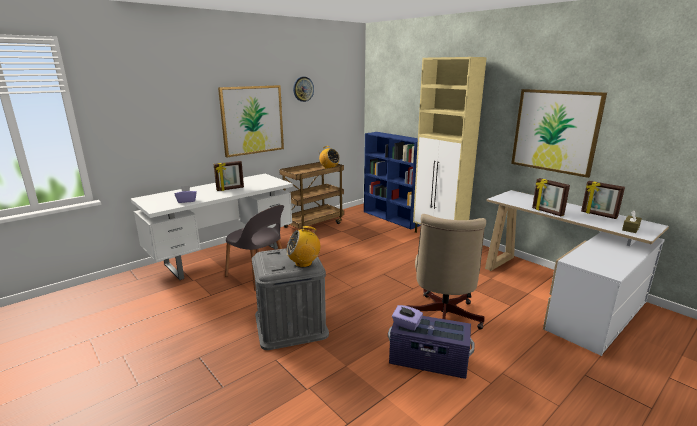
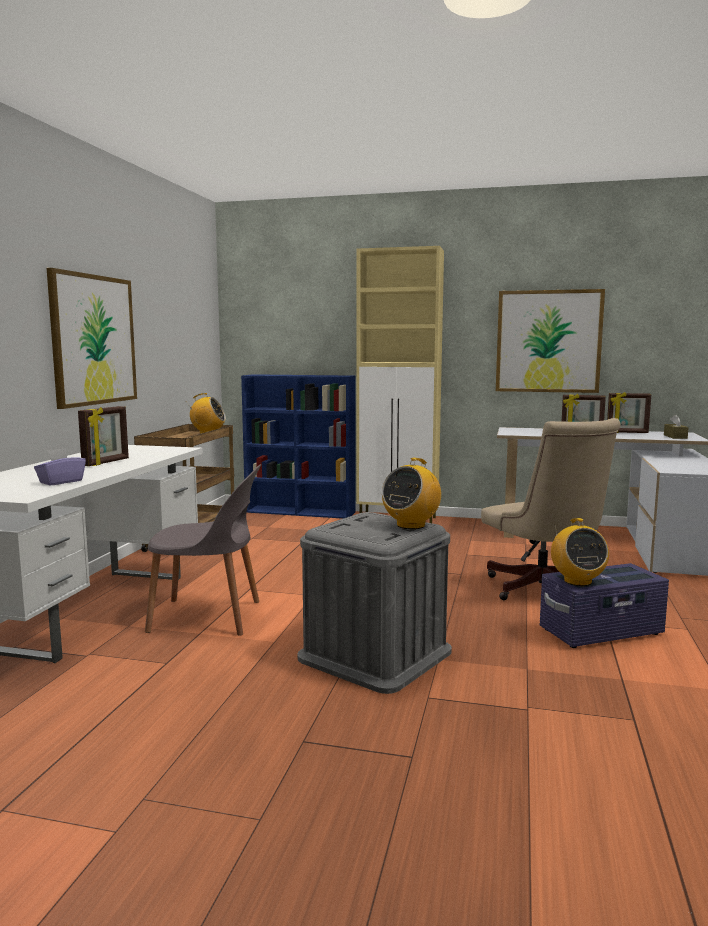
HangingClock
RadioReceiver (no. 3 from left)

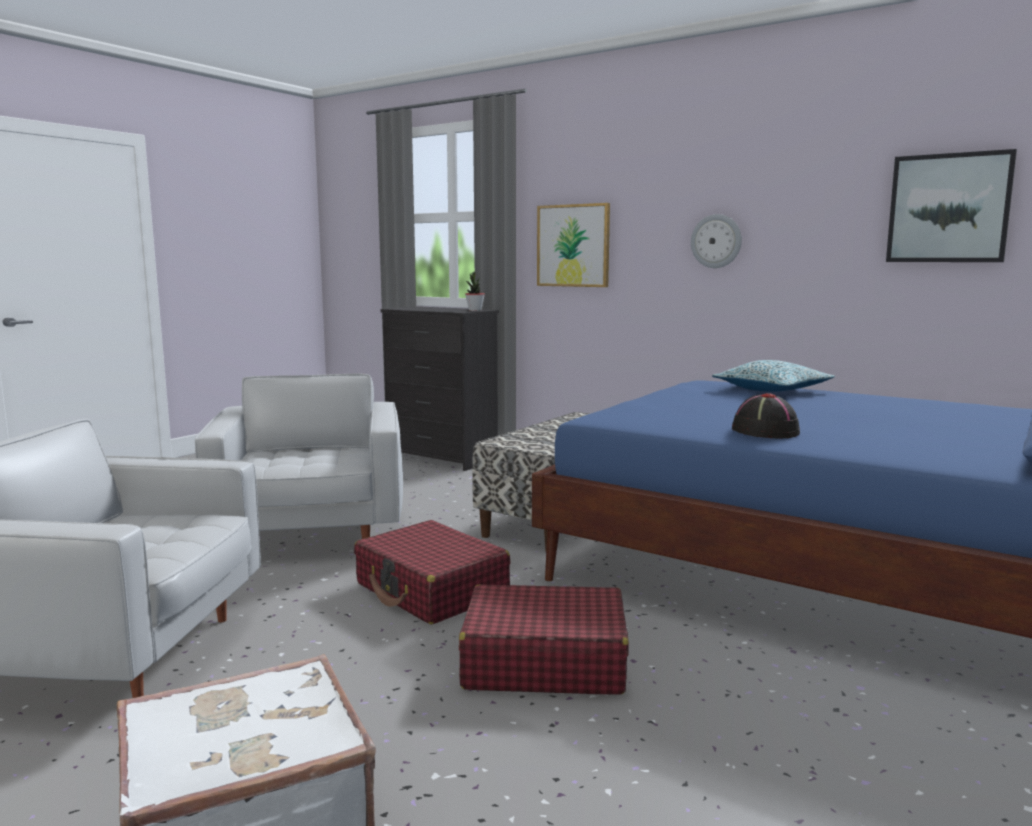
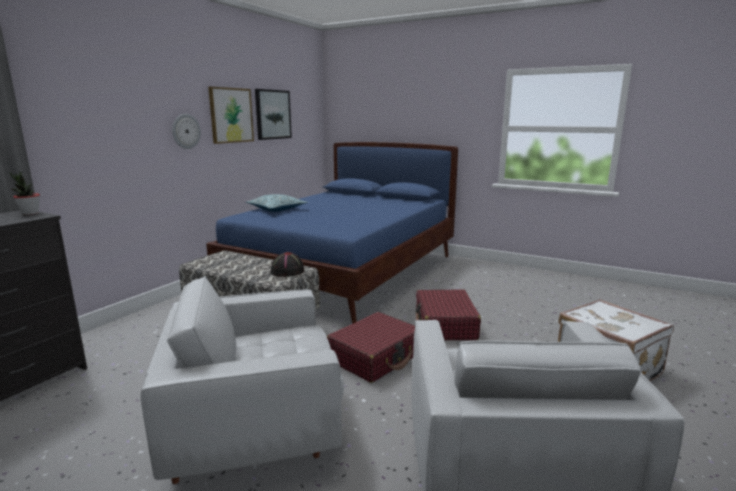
WallPicture (no. 1 from left)
BlackColouredClothingHat

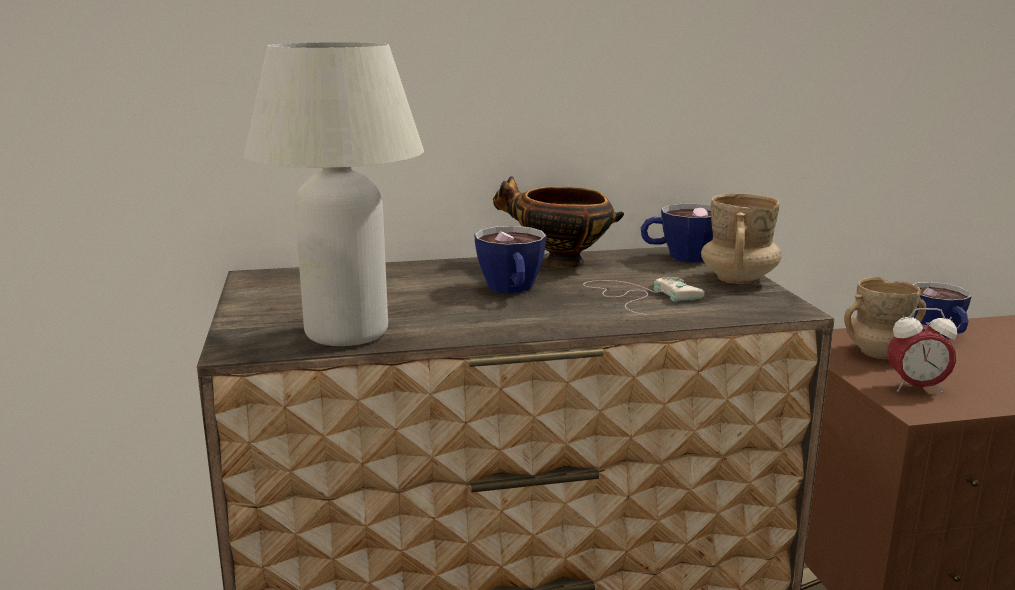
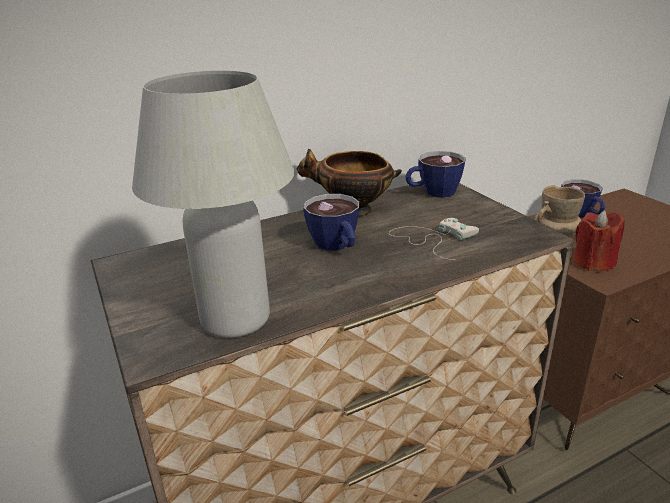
SandColouredMug (no. 1 from left in the first image)
RedColouredWaxLight

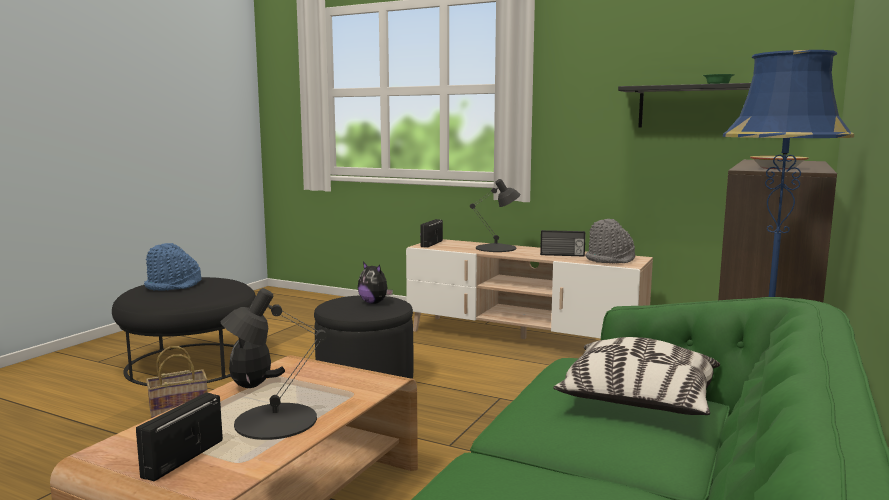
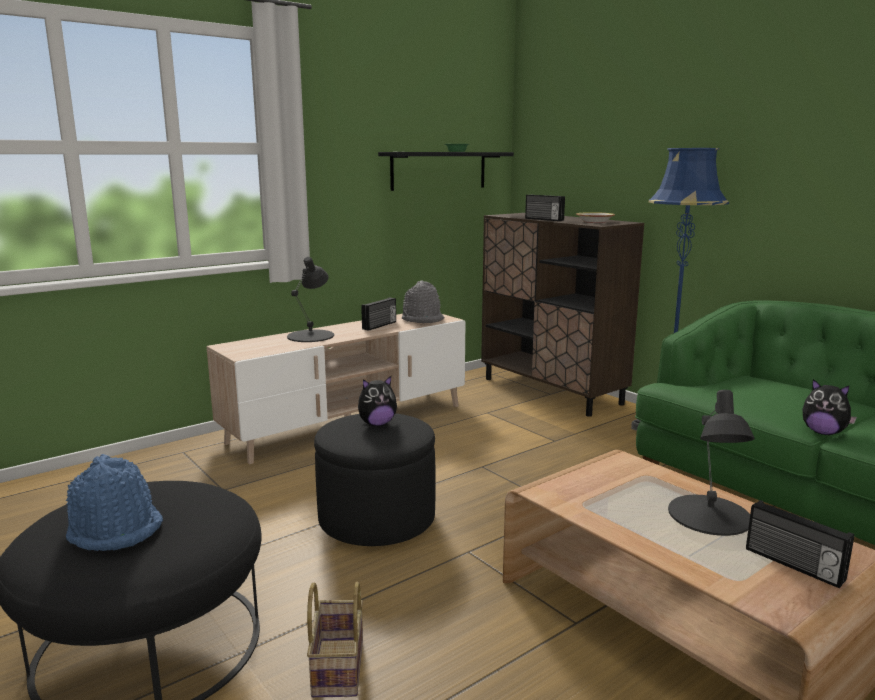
SoftToy (no. 2 from left)
RadioReceiver (no. 2 from left)
Cushion

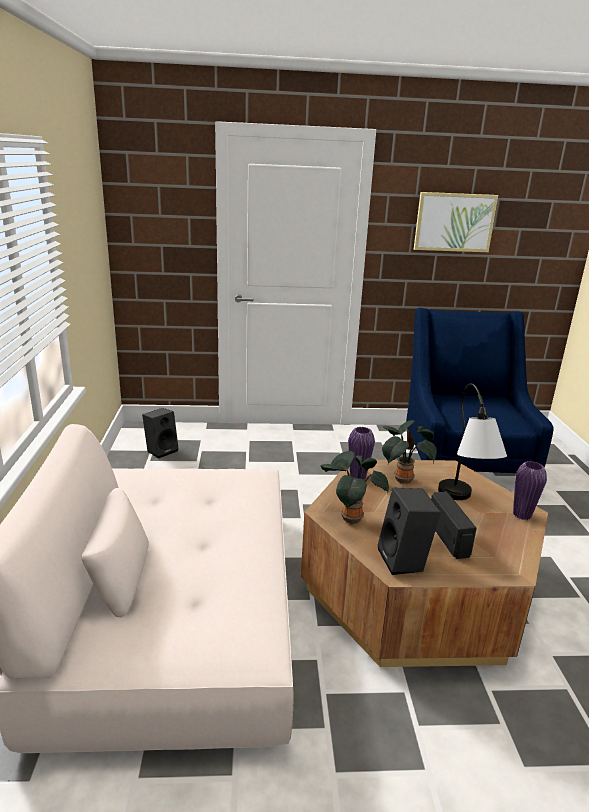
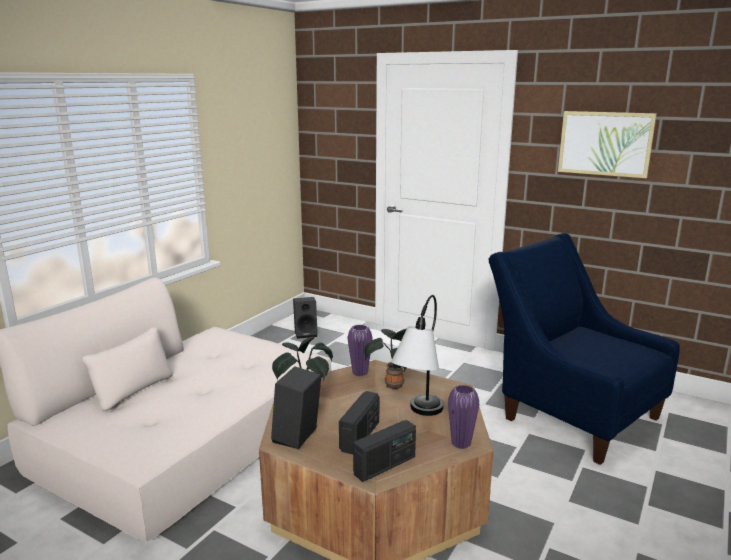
BlueLoungeChair
RadioReceiver (no. 2 from left)

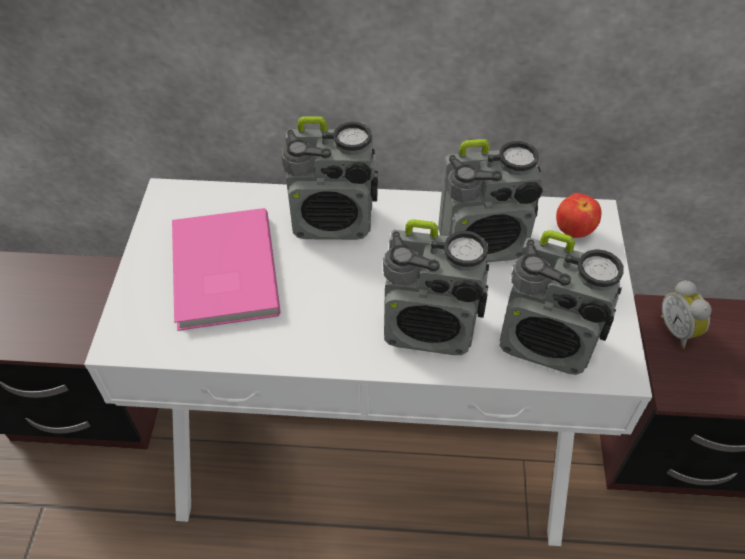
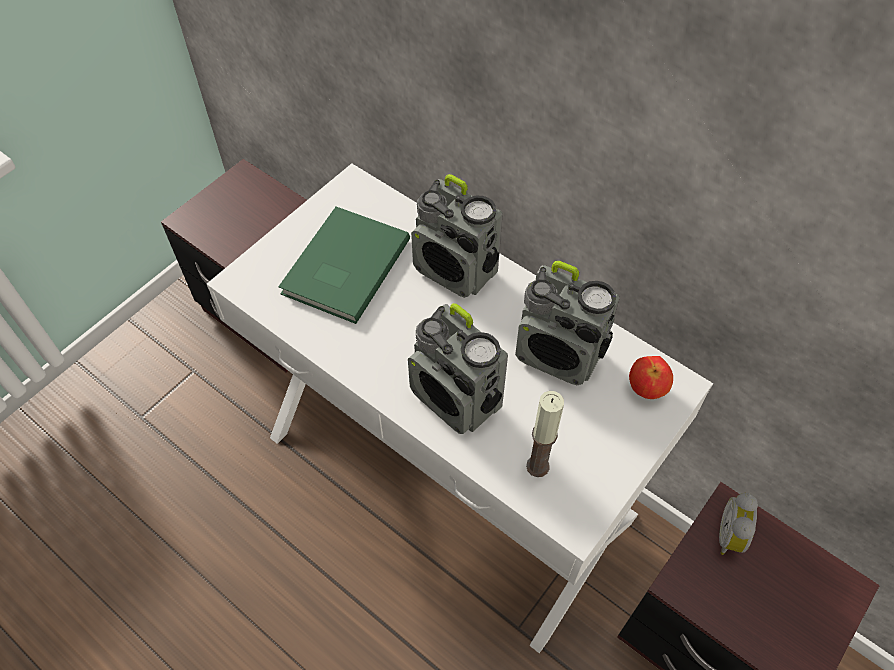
GreenVolume
WaxLight

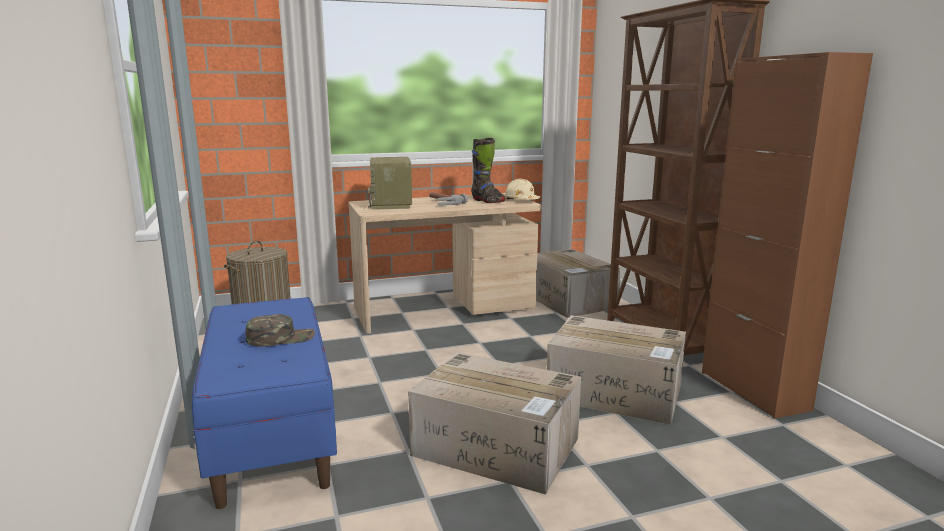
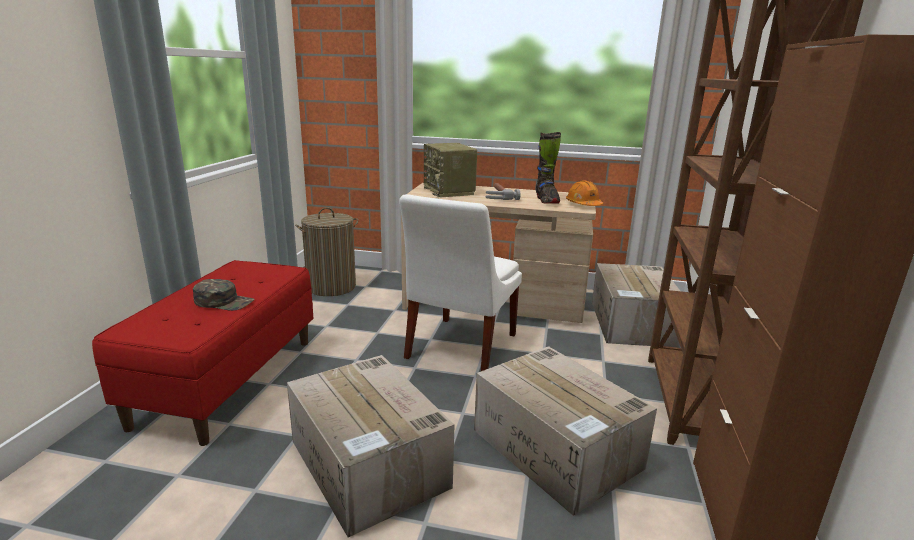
RedColouredBench
RadioReceiver
OrangeHardHat
WhiteColouredChair

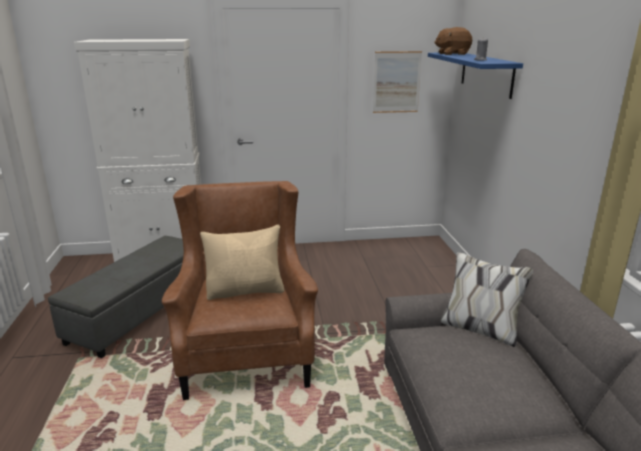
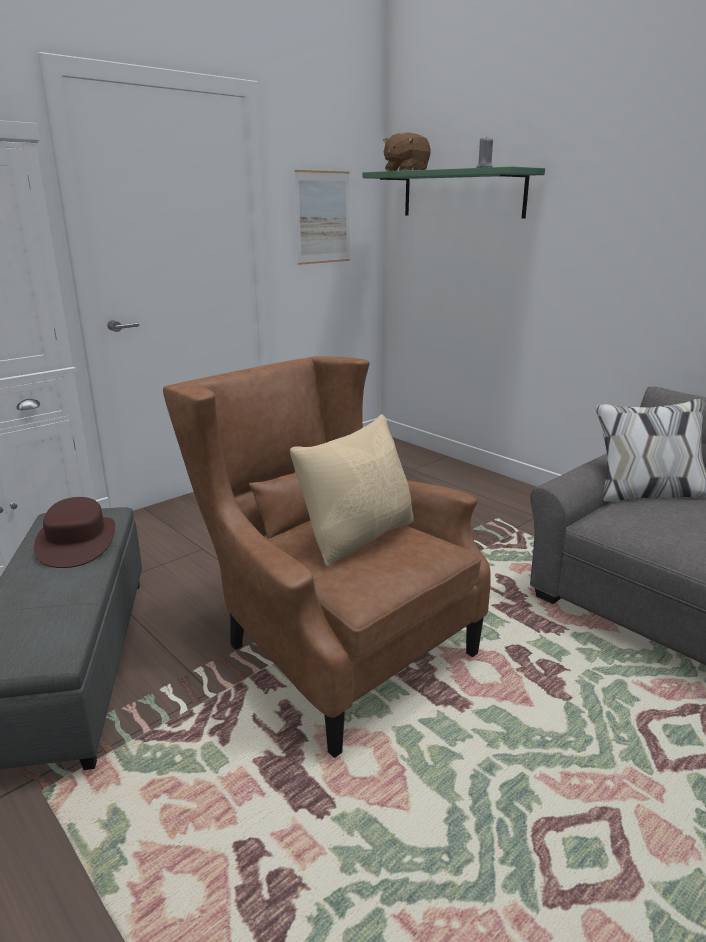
GreenWallShelf
BrownColouredClothingHat

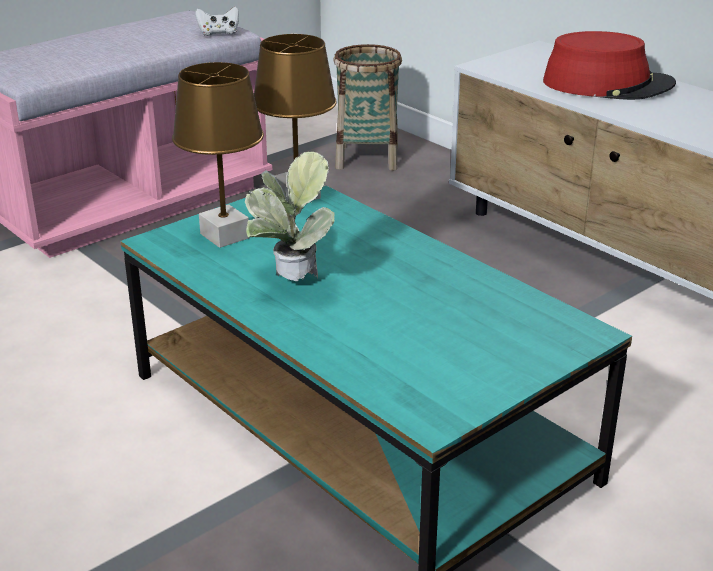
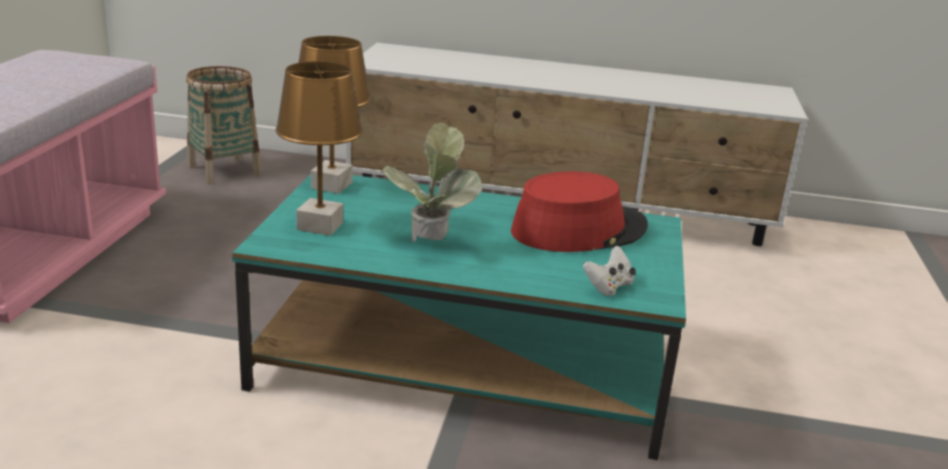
WhiteColouredGamepad
RedColouredClothingHat

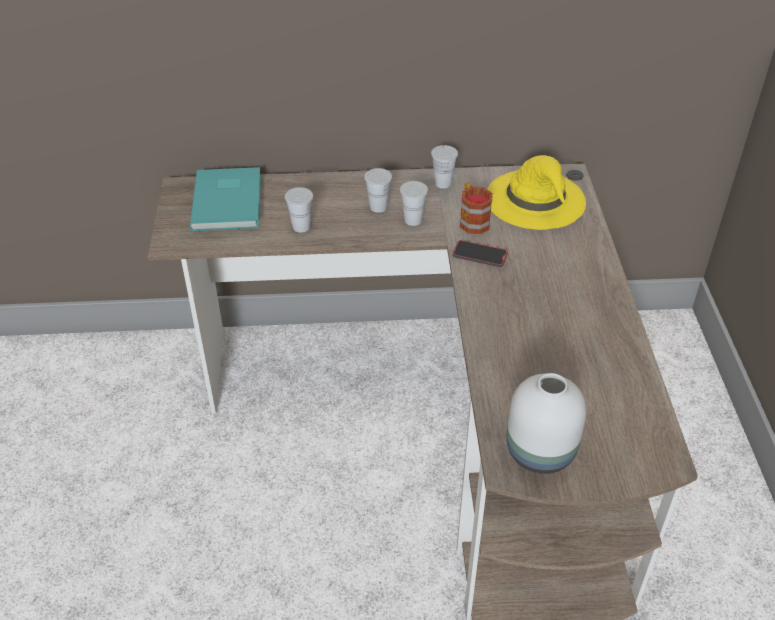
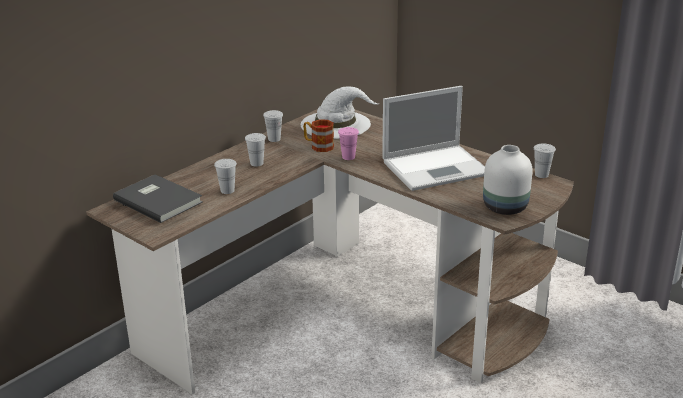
GreyishVolume
WhiteColouredSmallCup (no. 4 from left)
PinkSmallCup
WhiteColouredClothingHat
Laptop

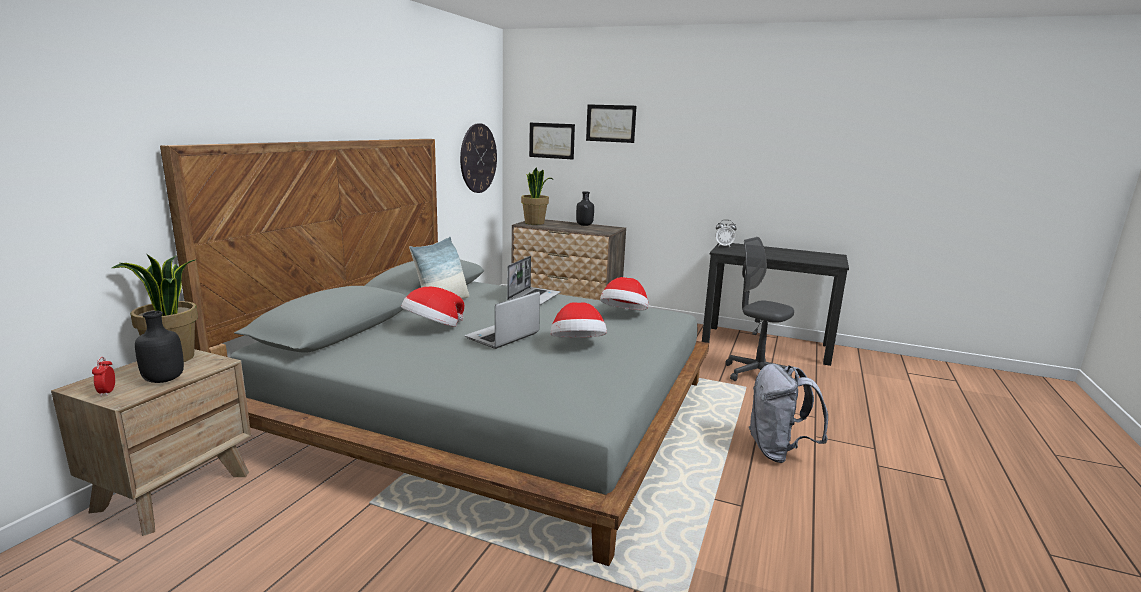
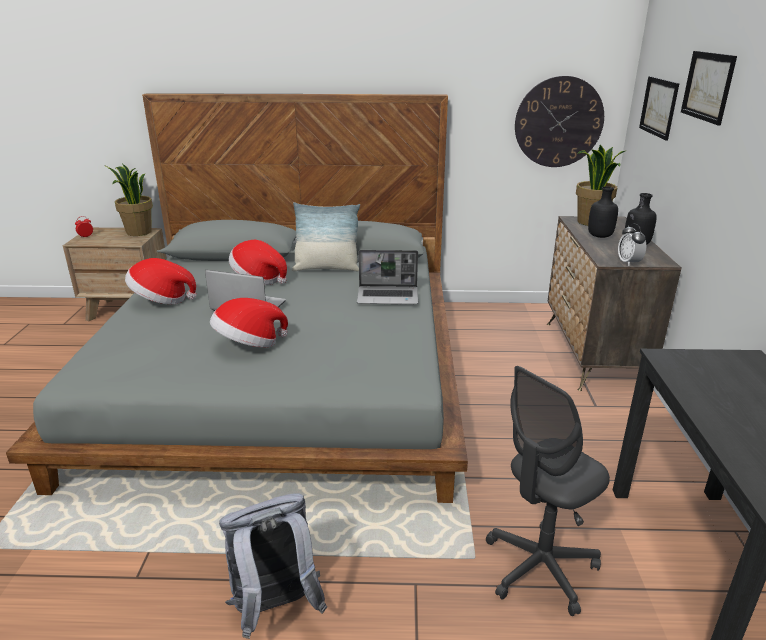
BlackColouredBottle (no. 1 from left)
ClothingHat (no. 1 from left)
BedsideClock (no. 2 from left)
GreyishDeskChair

